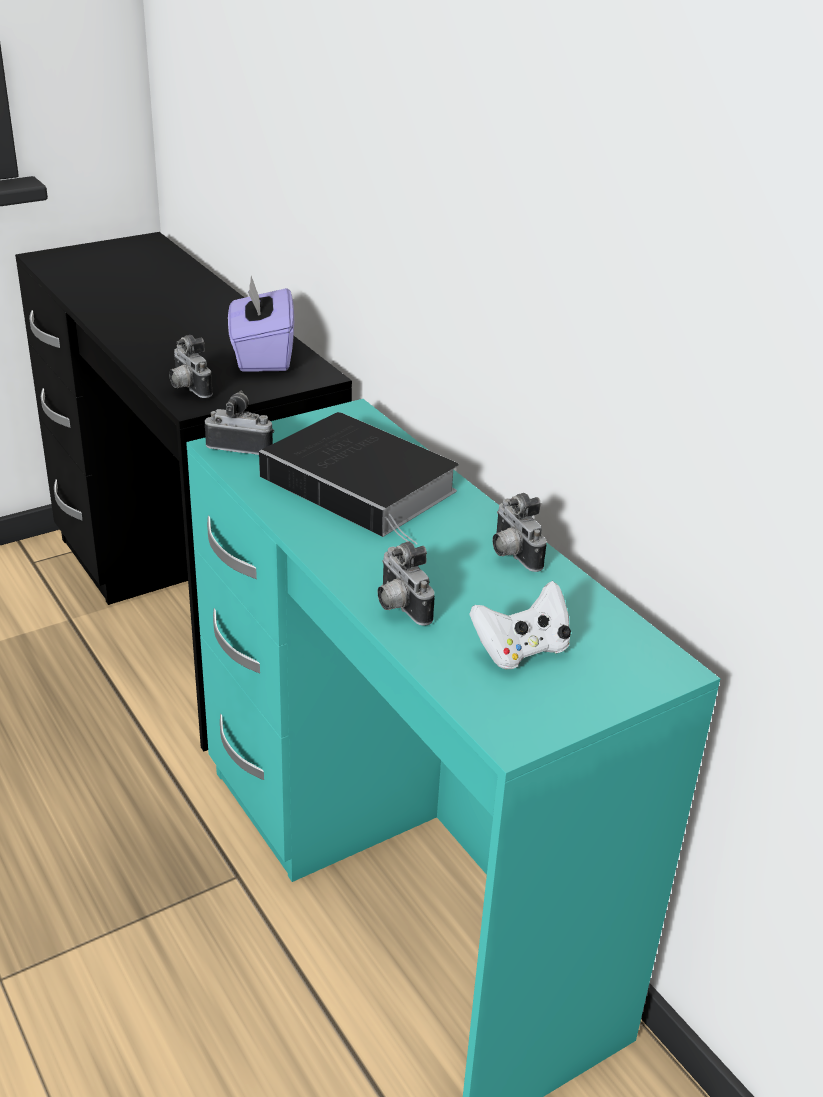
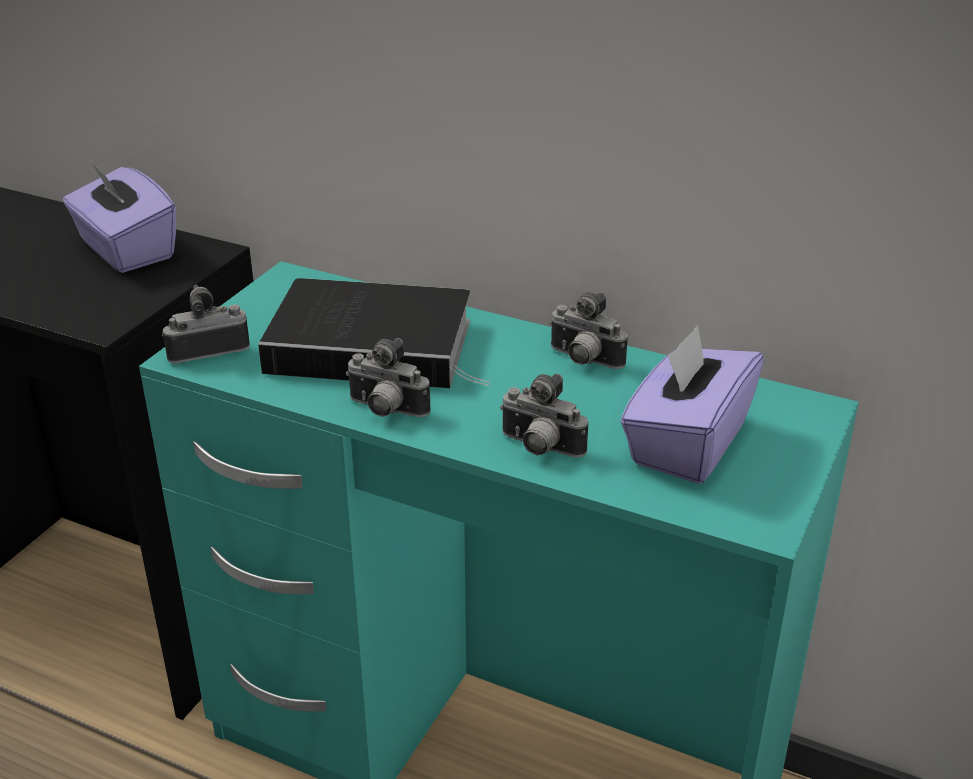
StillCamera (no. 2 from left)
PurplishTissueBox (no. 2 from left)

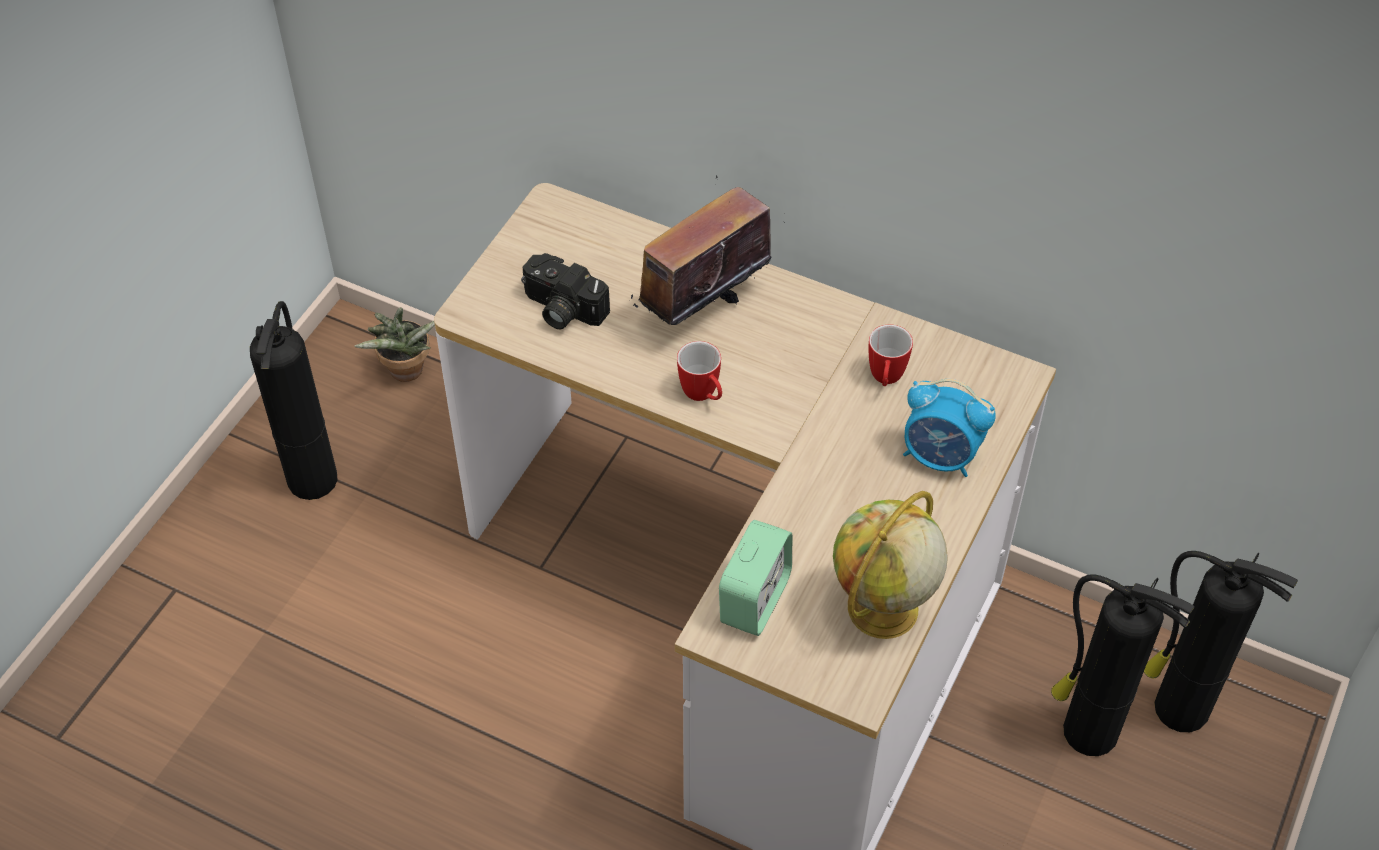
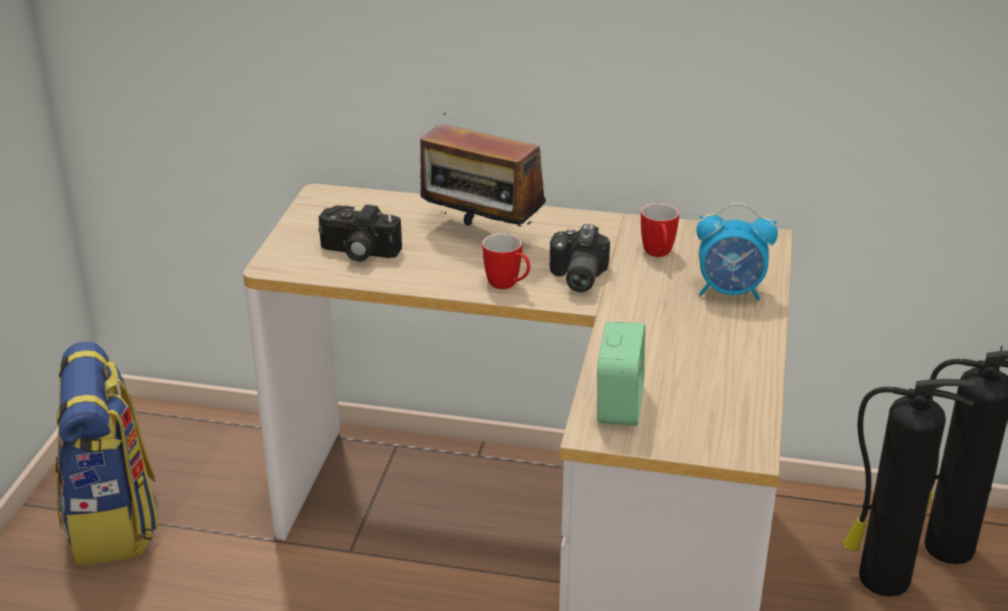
Backpack
Houseplant
RadioReceiver
DeskGlobe
StillCamera (no. 2 from left)

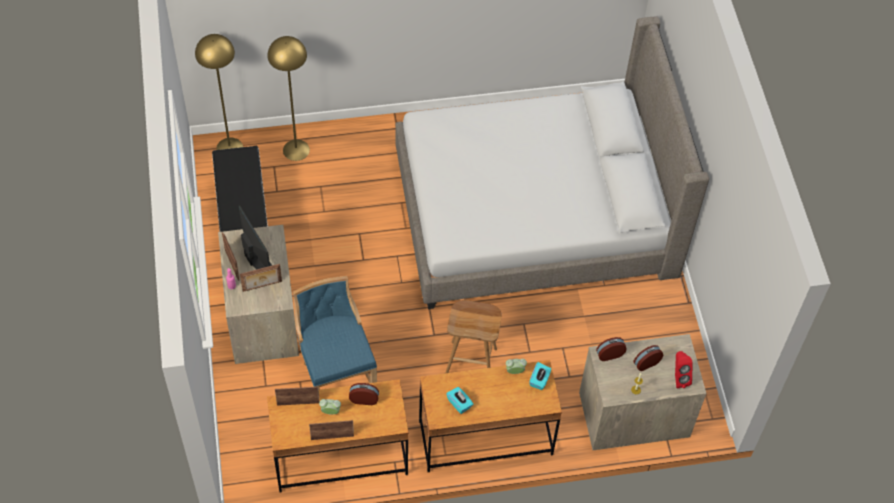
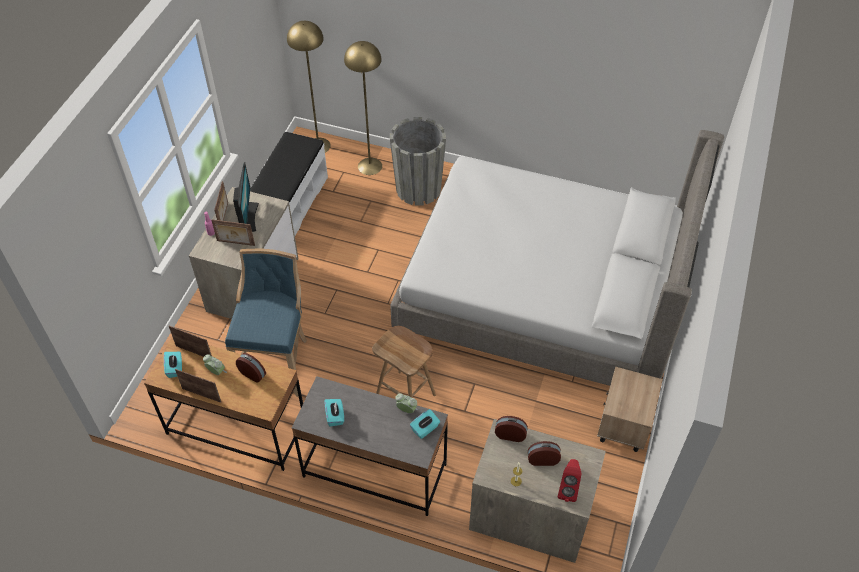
GreyishDesk
BlueGreenTissueBox (no. 1 from left)
GreyishFlowerPot
SandColouredBedsideTable

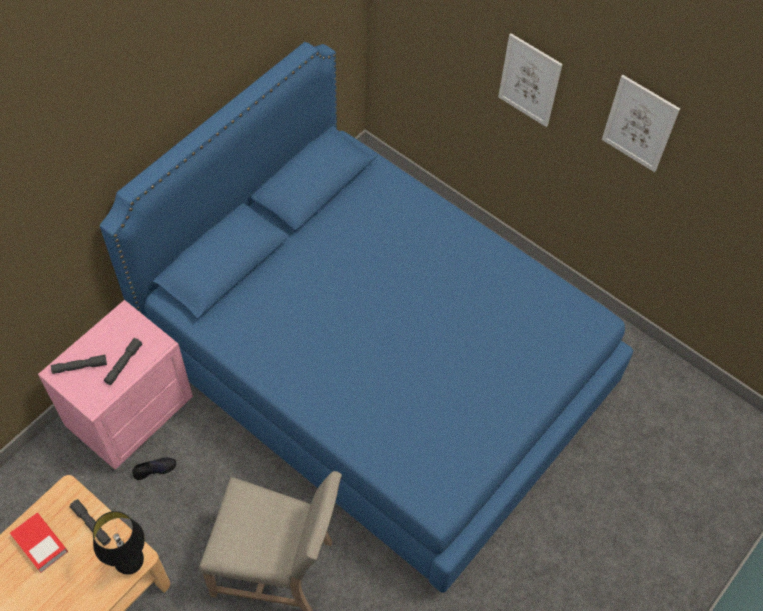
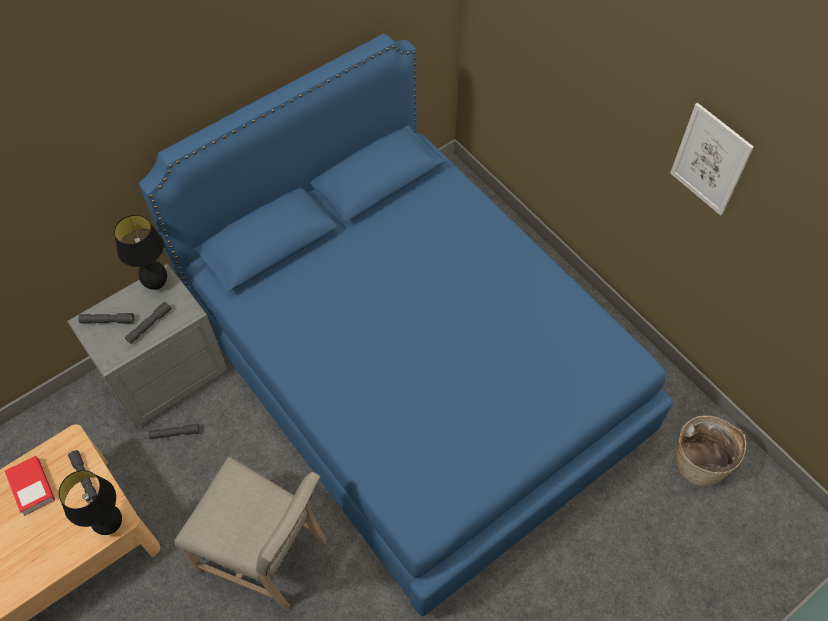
GreyishBedsideTable
GreyishHandTorch (no. 4 from left)
WallPicture (no. 1 from left in the first image)
BlackColouredTabletopLamp (no. 2 from left)
HouseholdBasket

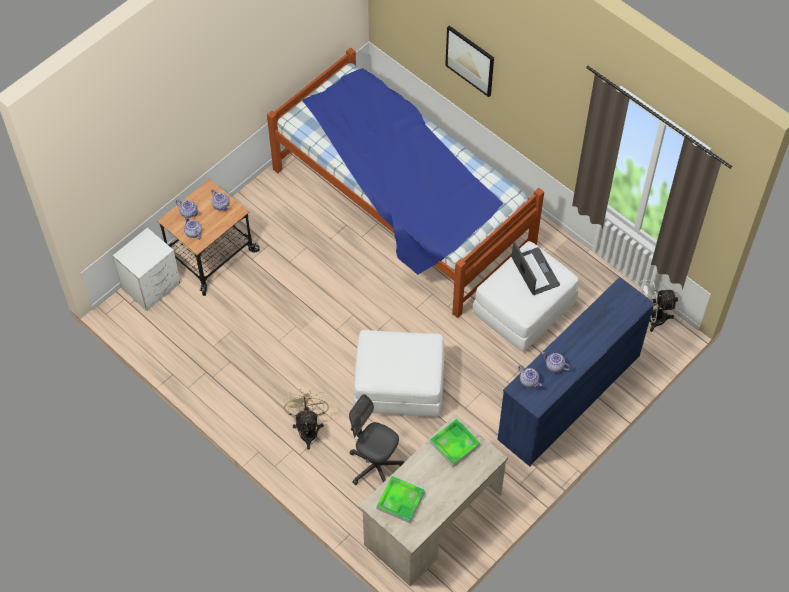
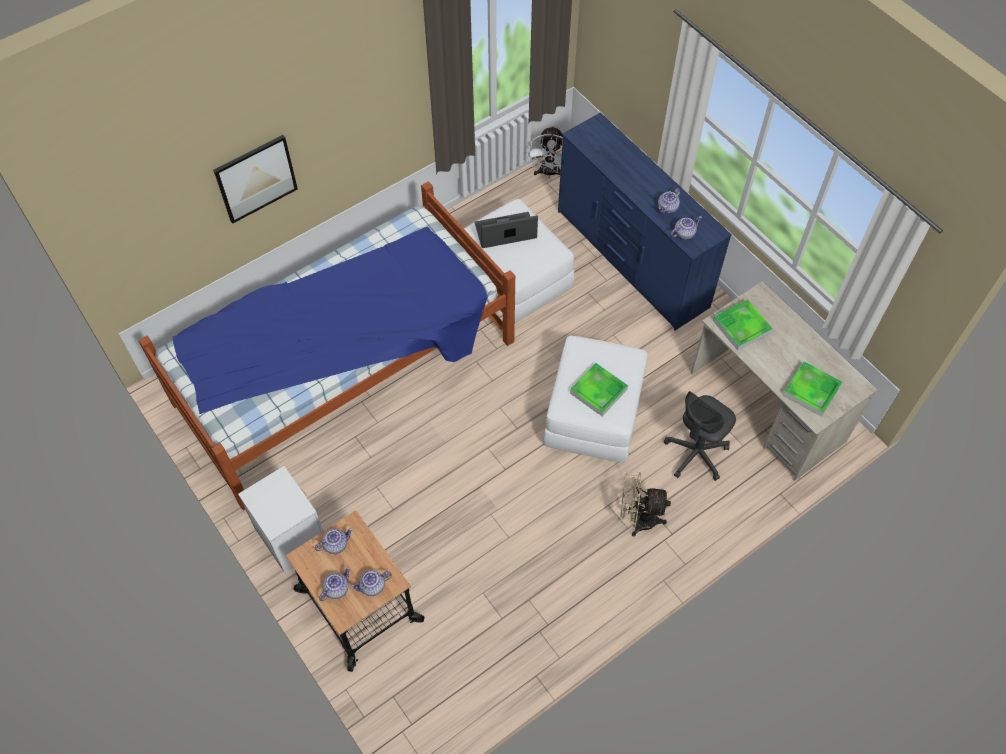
WhiteColouredBedsideTable
CarryingTray (no. 1 from left)

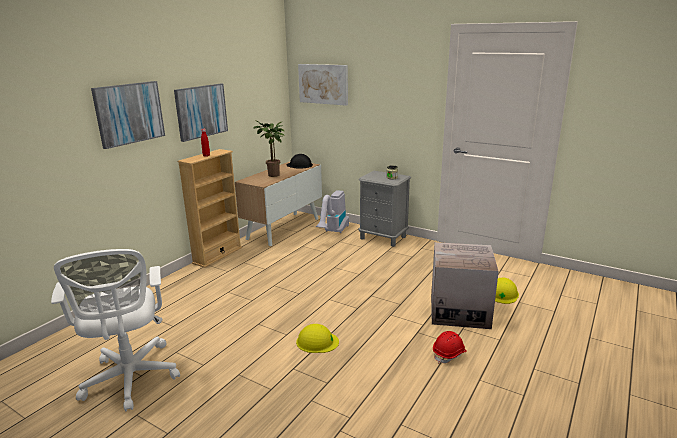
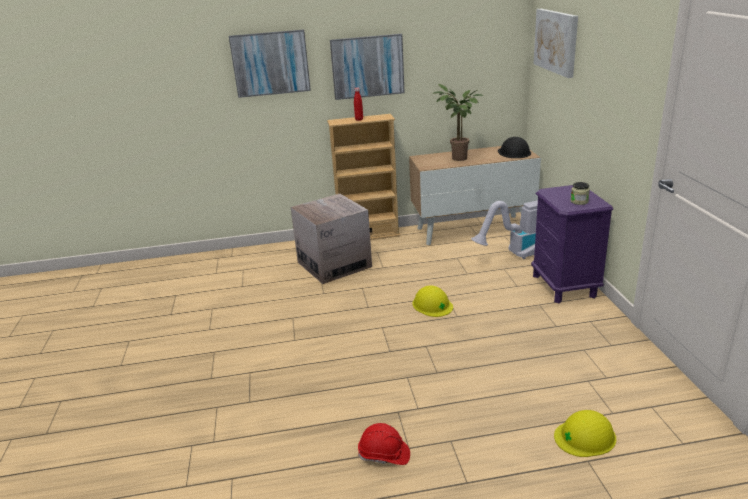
WhiteColouredDeskChair
YellowHardHat (no. 1 from left)
PurplishBedsideTable
PackingBox

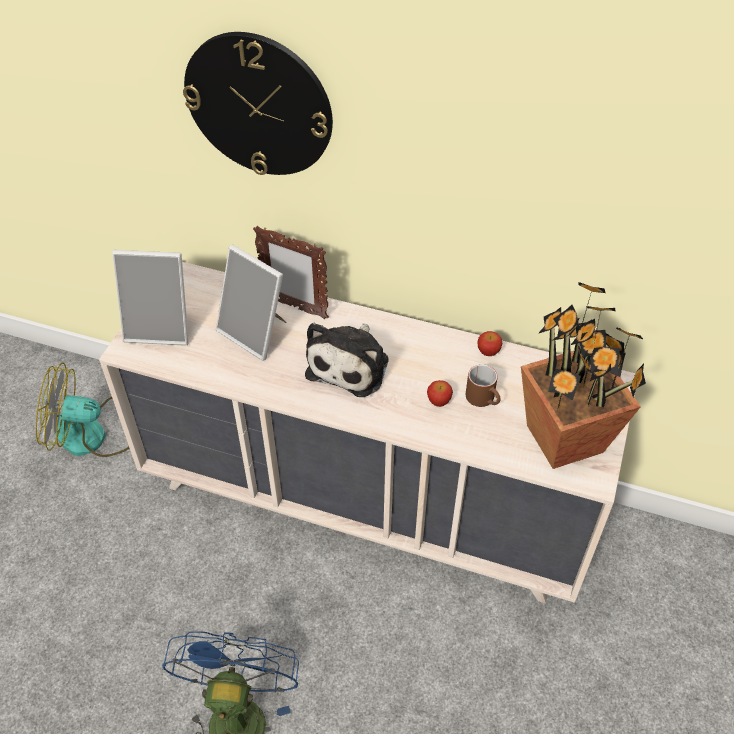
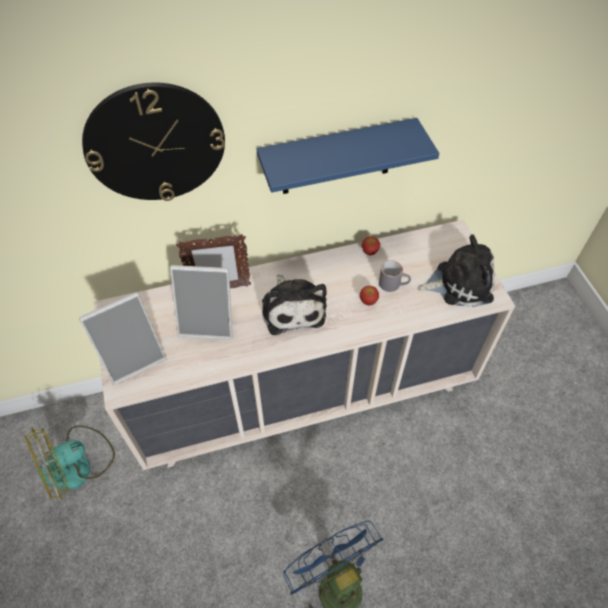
GreyishMug
SoftToy (no. 2 from left)
BlueWallShelf

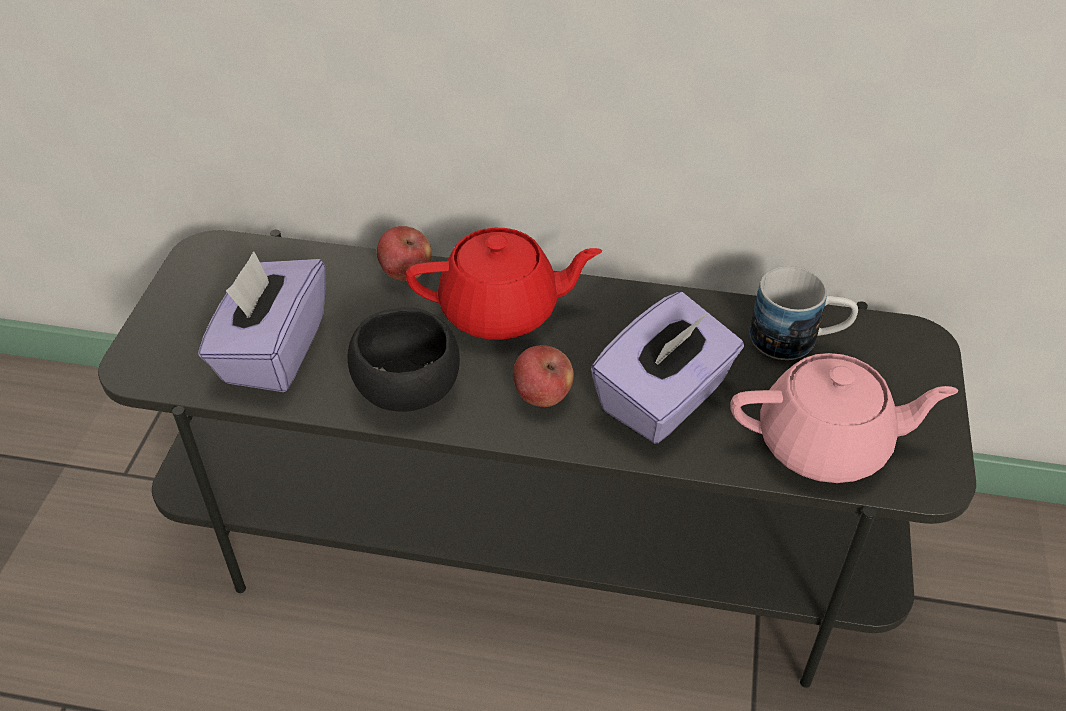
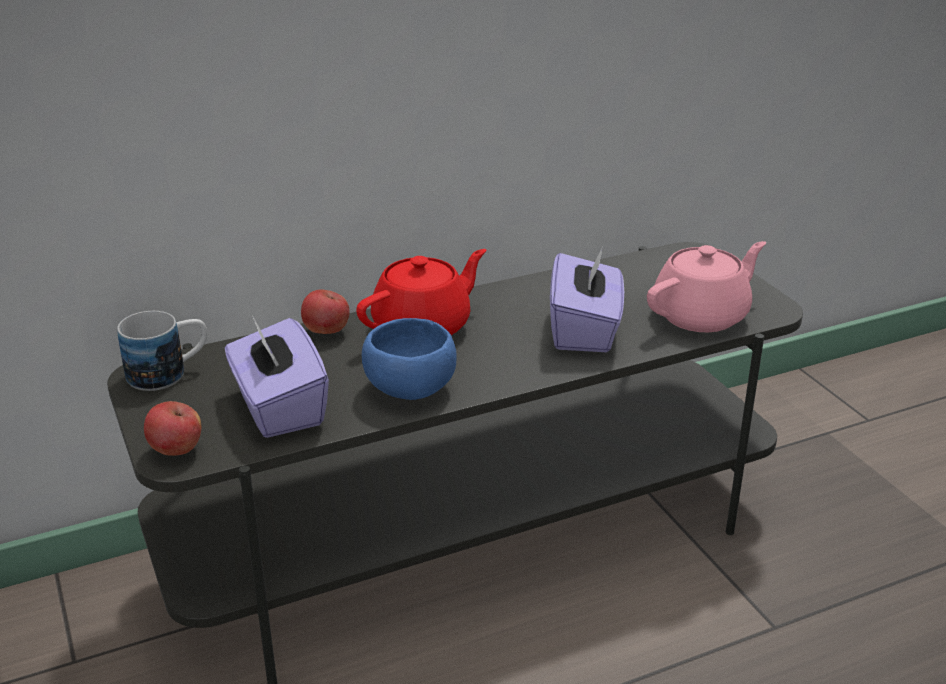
BlueBowl
AppleFruit (no. 1 from left)
Mug

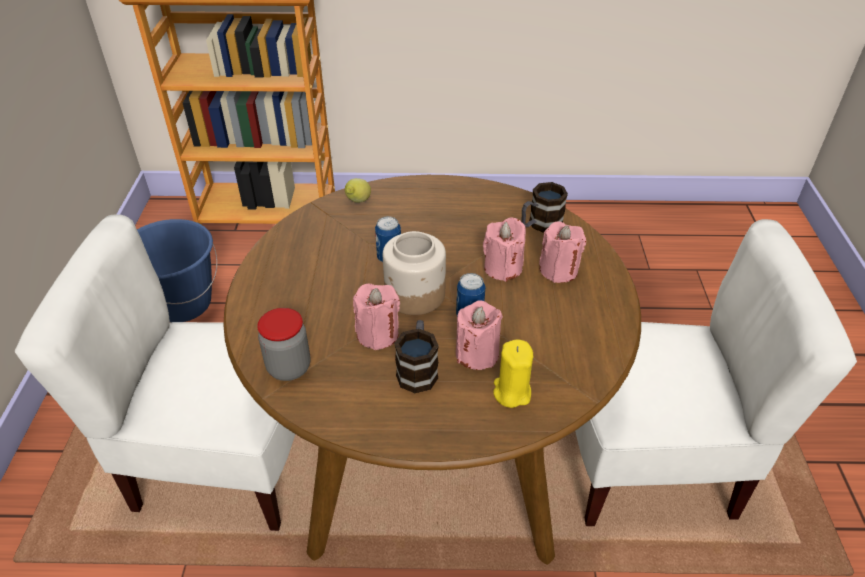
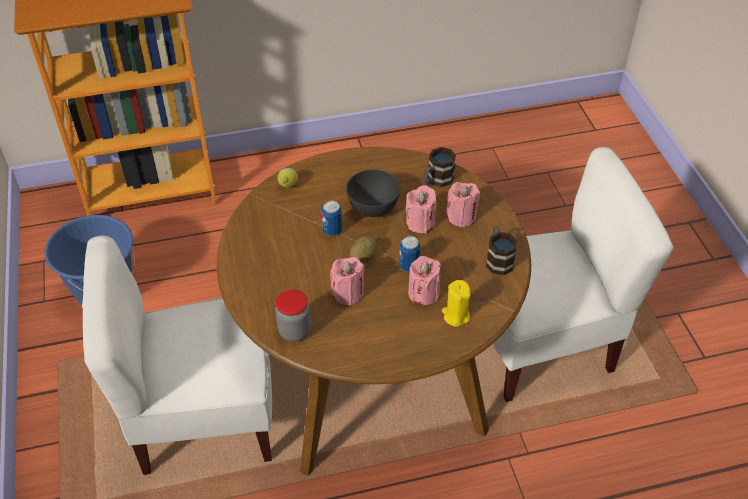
Spud
Mug (no. 2 from left)
GreyishBowl

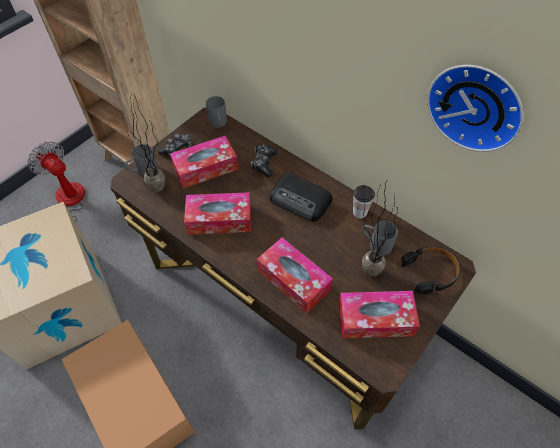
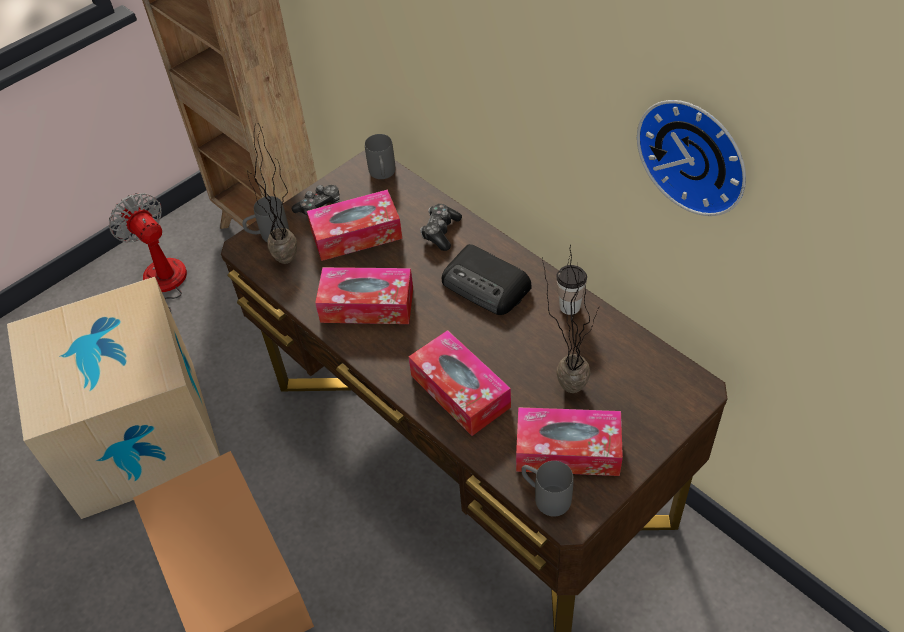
GreyishMug (no. 3 from left)
BlackColouredHeadphones

